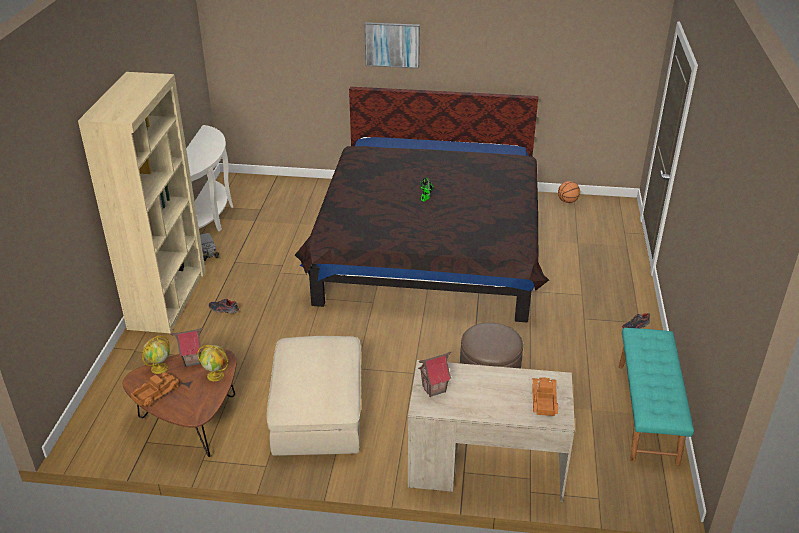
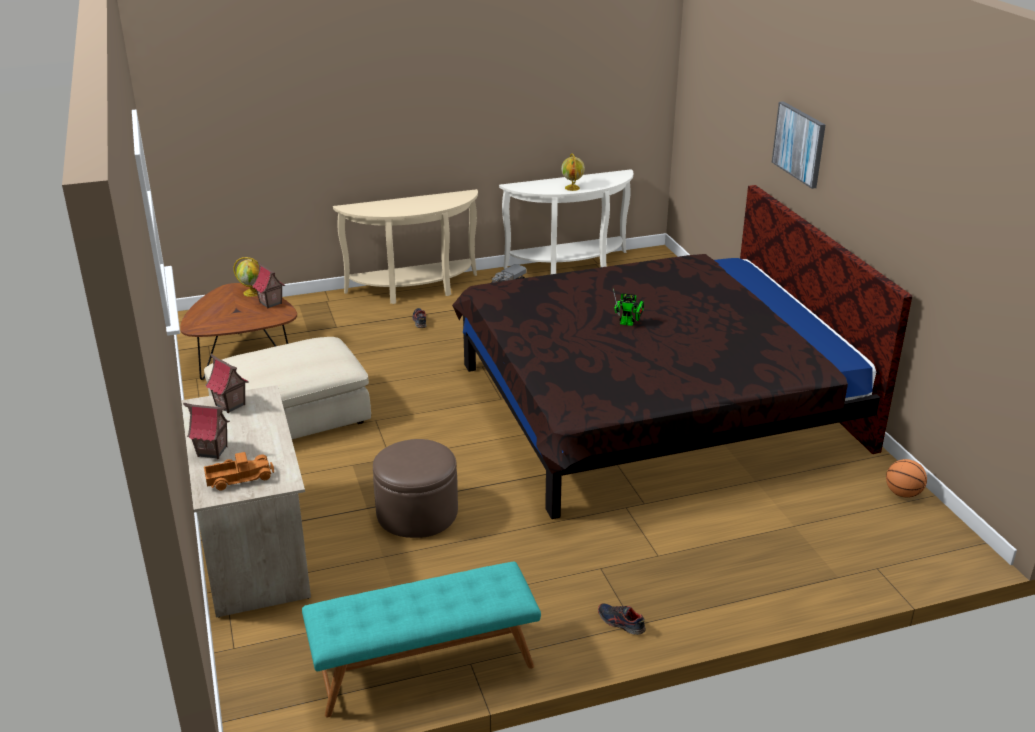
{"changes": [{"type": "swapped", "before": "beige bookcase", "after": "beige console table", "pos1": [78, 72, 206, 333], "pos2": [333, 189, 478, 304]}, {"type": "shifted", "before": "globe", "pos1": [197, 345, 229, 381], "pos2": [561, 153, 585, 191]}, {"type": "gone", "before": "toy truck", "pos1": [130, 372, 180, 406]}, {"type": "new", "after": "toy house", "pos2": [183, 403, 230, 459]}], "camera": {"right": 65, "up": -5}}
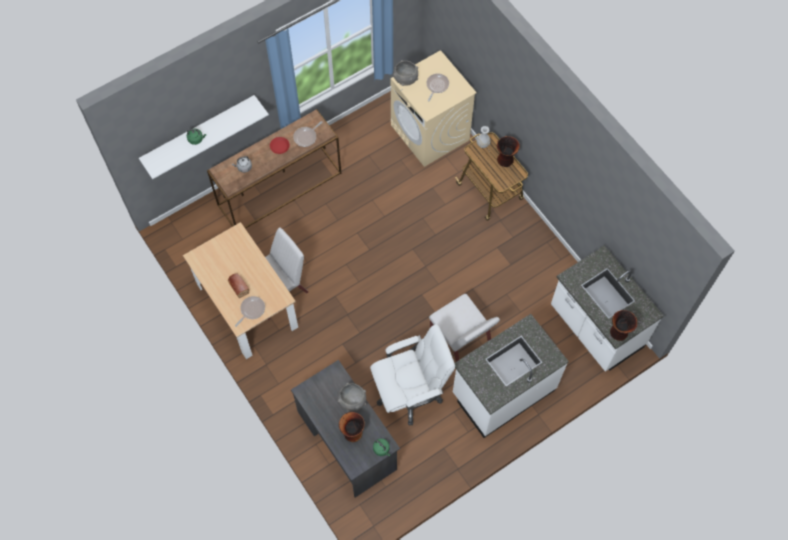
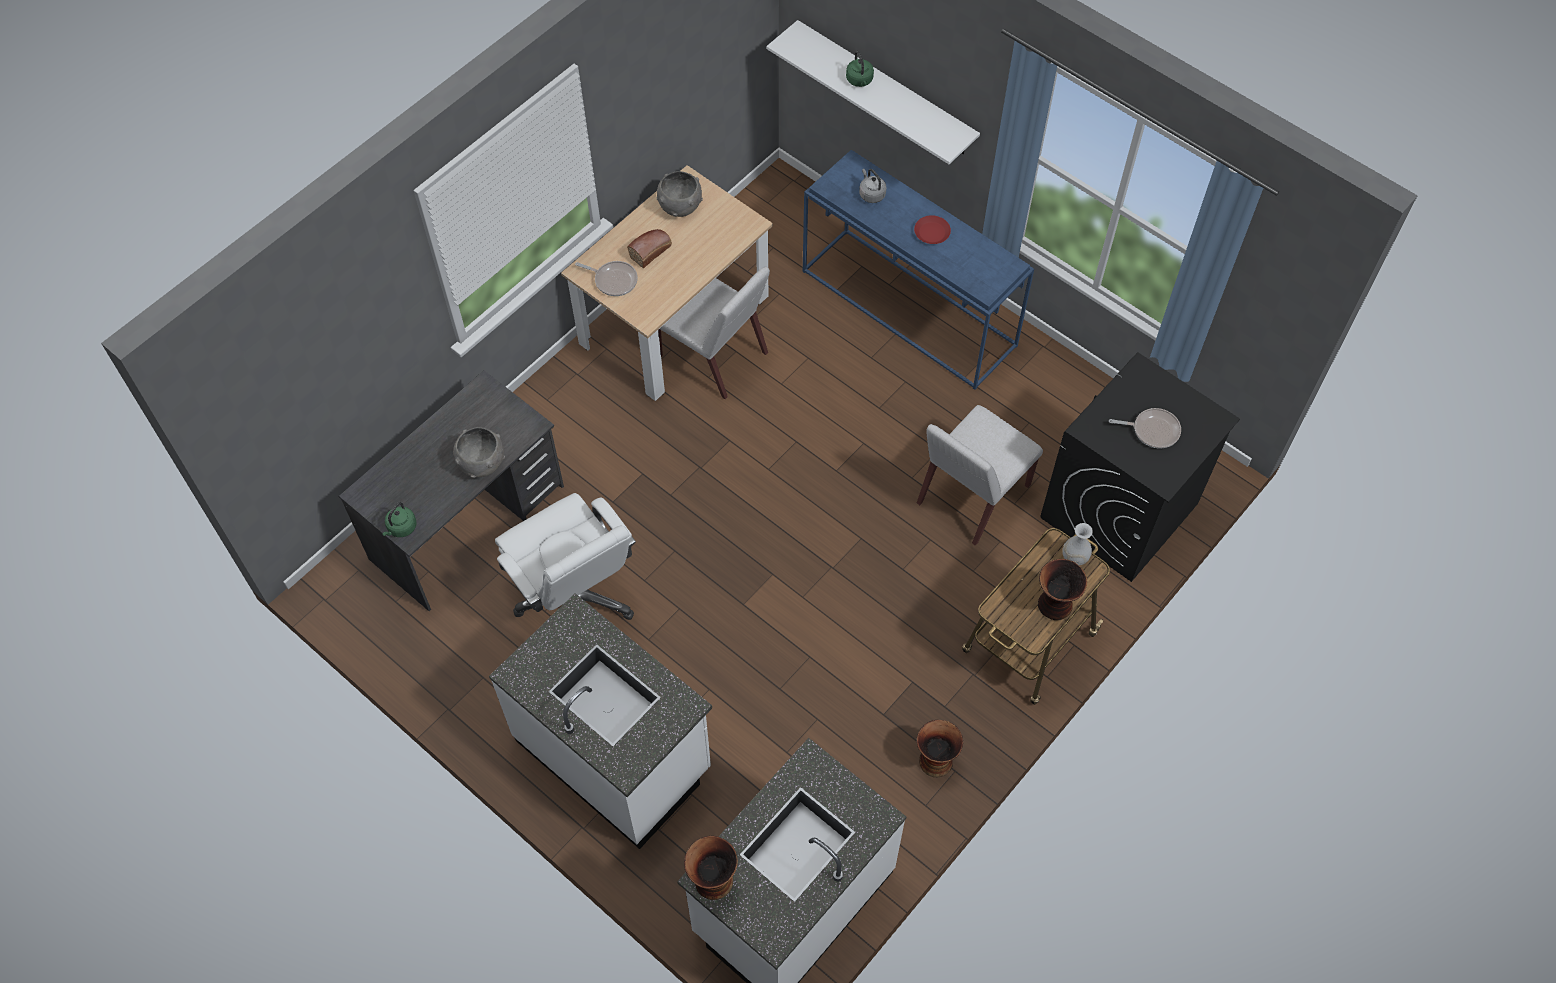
{"changes": [{"type": "repainted", "before": "beige washing machine", "after": "black washing machine", "pos1": [391, 50, 477, 167], "pos2": [1040, 352, 1240, 582]}, {"type": "shifted", "before": "grey bowl", "pos1": [393, 61, 418, 86], "pos2": [657, 171, 703, 217]}, {"type": "repainted", "before": "brown console table", "after": "blue console table", "pos1": [207, 109, 341, 228], "pos2": [803, 150, 1034, 390]}, {"type": "gone", "before": "frying pan", "pos1": [293, 121, 323, 147]}, {"type": "shifted", "before": "white chair", "pos1": [429, 294, 500, 362], "pos2": [917, 405, 1043, 546]}, {"type": "shifted", "before": "vase", "pos1": [339, 412, 365, 442], "pos2": [917, 720, 963, 777]}], "camera": {"right": 75, "up": -5}}
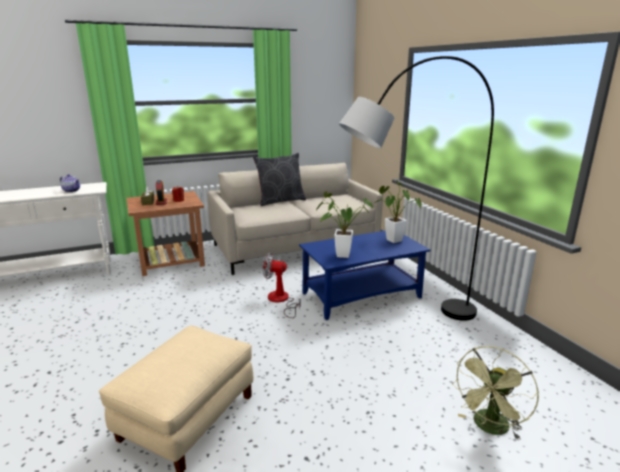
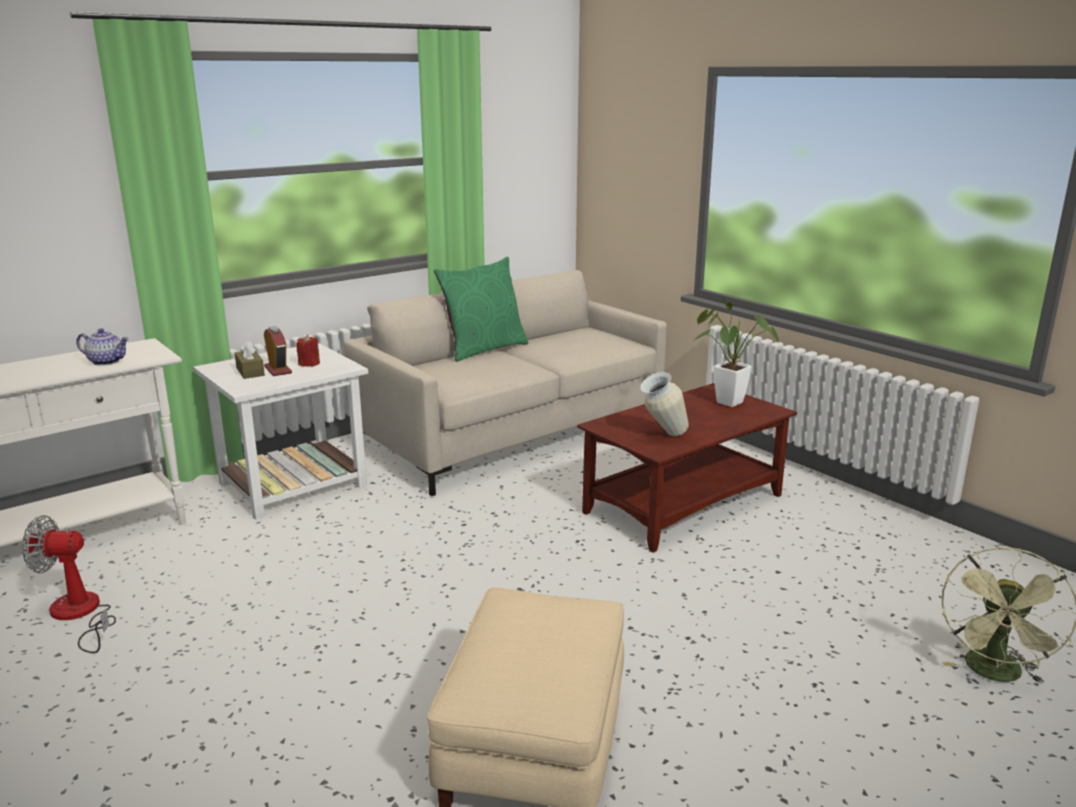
{"changes": [{"type": "gone", "before": "grey floor lamp", "pos1": [339, 56, 494, 321]}, {"type": "repainted", "before": "grey pillow", "after": "green pillow", "pos1": [253, 153, 306, 206], "pos2": [434, 257, 528, 362]}, {"type": "repainted", "before": "brown side table", "after": "white side table", "pos1": [126, 191, 205, 276], "pos2": [193, 343, 368, 520]}, {"type": "swapped", "before": "potted plant", "after": "vase", "pos1": [316, 191, 373, 258], "pos2": [640, 372, 689, 436]}, {"type": "repainted", "before": "blue coffee table", "after": "brown coffee table", "pos1": [299, 231, 431, 320], "pos2": [577, 383, 797, 553]}, {"type": "shifted", "before": "fan", "pos1": [262, 253, 301, 318], "pos2": [22, 515, 116, 653]}], "camera": {"right": -15, "up": 0}}
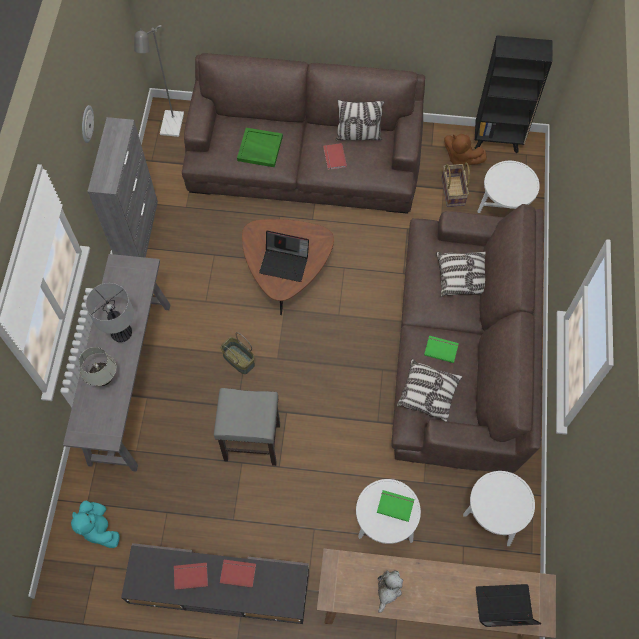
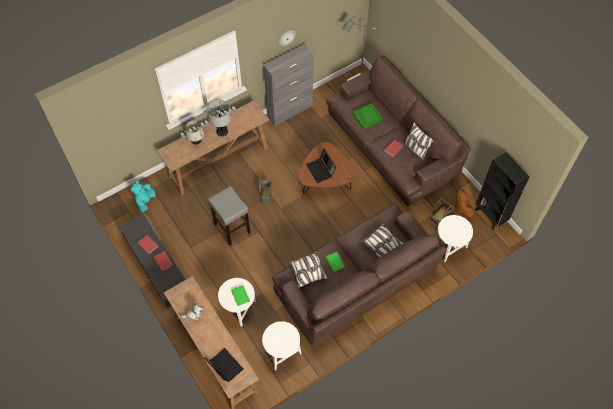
{"changes": [{"type": "repainted", "before": "grey console table", "after": "brown console table", "pos1": [63, 254, 170, 472], "pos2": [157, 100, 269, 196]}], "camera": {"right": 50, "up": -5}}
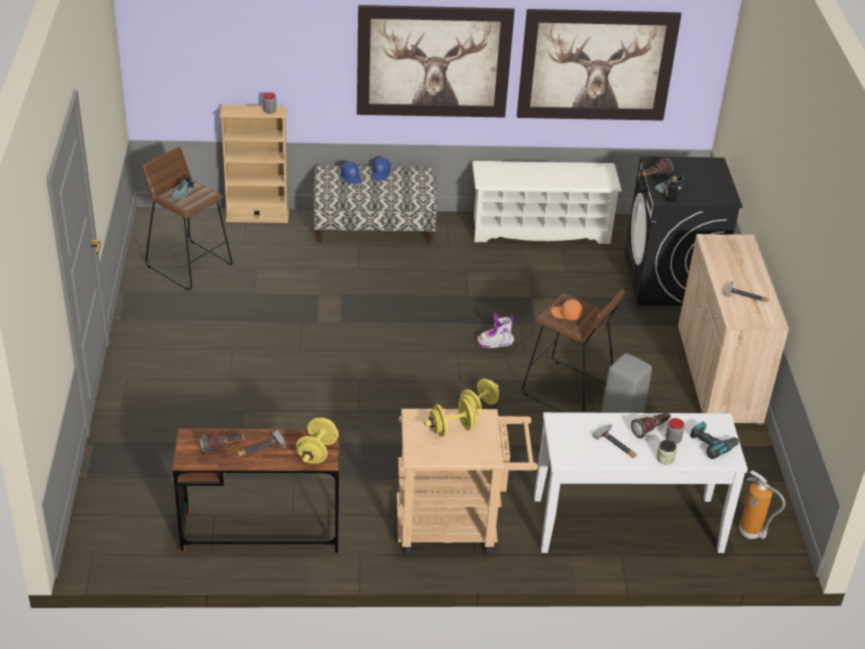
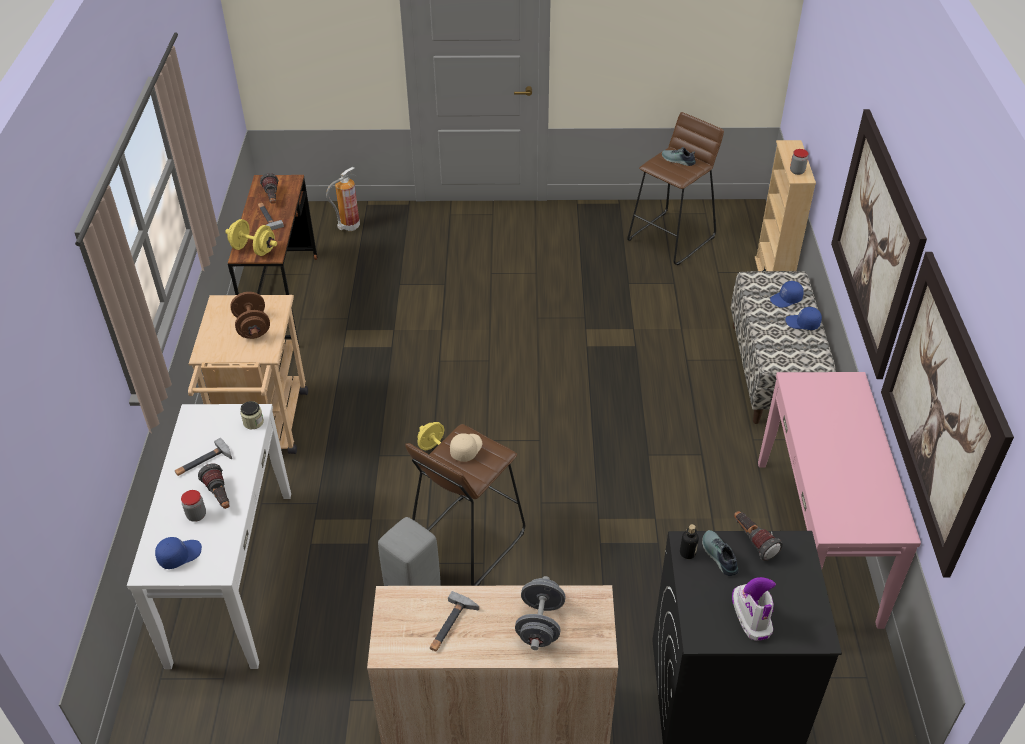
{"changes": [{"type": "swapped", "before": "white shoe rack", "after": "pink console table", "pos1": [472, 161, 622, 244], "pos2": [758, 372, 921, 629]}, {"type": "repainted", "before": "orange cap", "after": "beige cap", "pos1": [551, 299, 582, 320], "pos2": [450, 433, 482, 462]}, {"type": "shifted", "before": "boot", "pos1": [477, 313, 514, 348], "pos2": [732, 577, 776, 641]}, {"type": "repainted", "before": "yellow dumbbell", "after": "brown dumbbell", "pos1": [424, 398, 482, 437], "pos2": [230, 292, 270, 339]}, {"type": "swapped", "before": "power drill", "after": "blue cap", "pos1": [690, 422, 740, 459], "pos2": [155, 537, 202, 569]}, {"type": "shifted", "before": "jar", "pos1": [656, 440, 677, 465], "pos2": [240, 401, 264, 429]}, {"type": "shifted", "before": "fire extinguisher", "pos1": [739, 470, 785, 539], "pos2": [326, 167, 360, 231]}, {"type": "new", "after": "grey dumbbell", "pos2": [515, 576, 565, 650]}], "camera": {"right": 95, "up": 5}}
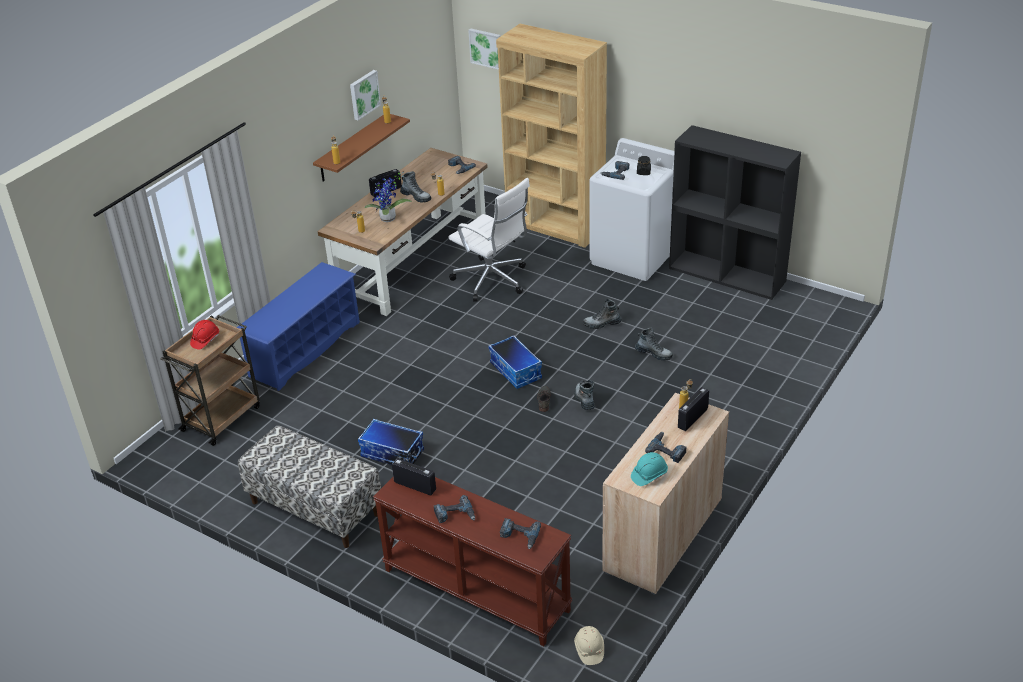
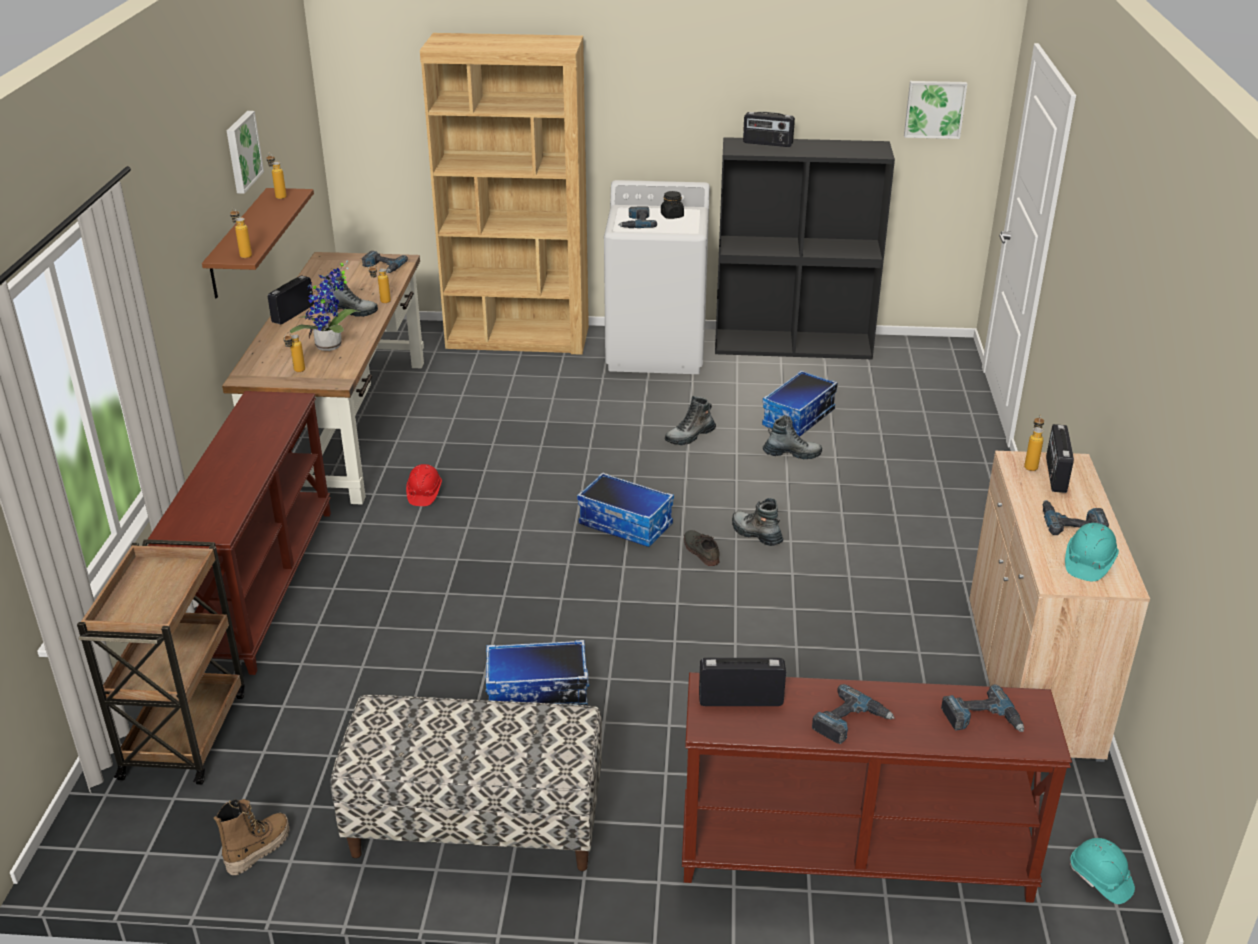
{"changes": [{"type": "shifted", "before": "picture", "pos1": [468, 29, 501, 70], "pos2": [904, 81, 967, 139]}, {"type": "gone", "before": "white office chair", "pos1": [448, 178, 530, 301]}, {"type": "swapped", "before": "blue shoe rack", "after": "brown console table", "pos1": [237, 262, 360, 391], "pos2": [148, 391, 331, 675]}, {"type": "shifted", "before": "red hard hat", "pos1": [190, 320, 219, 350], "pos2": [406, 464, 442, 506]}, {"type": "repainted", "before": "beige hard hat", "after": "turquoise hard hat", "pos1": [574, 626, 604, 665], "pos2": [1070, 838, 1135, 904]}, {"type": "new", "after": "radio", "pos2": [743, 112, 795, 147]}, {"type": "new", "after": "storage box", "pos2": [762, 371, 838, 437]}, {"type": "new", "after": "boot", "pos2": [214, 799, 290, 875]}], "camera": {"right": -30, "up": -5}}
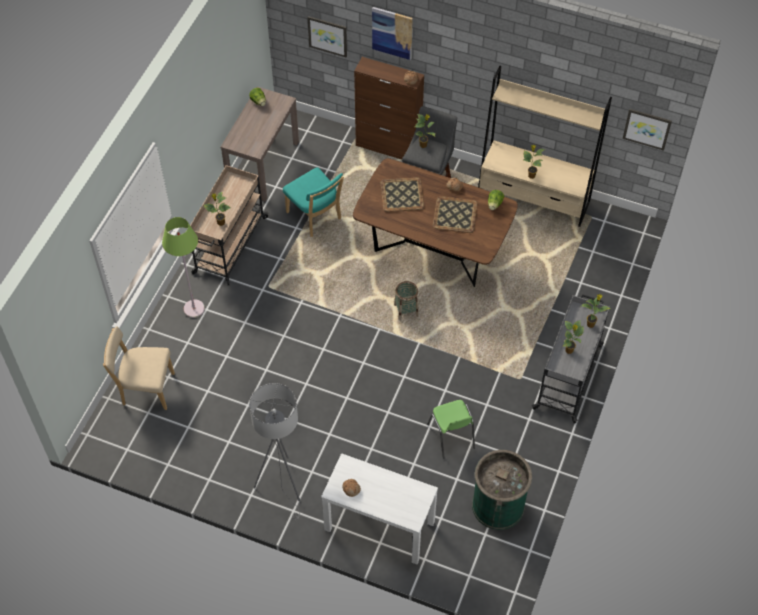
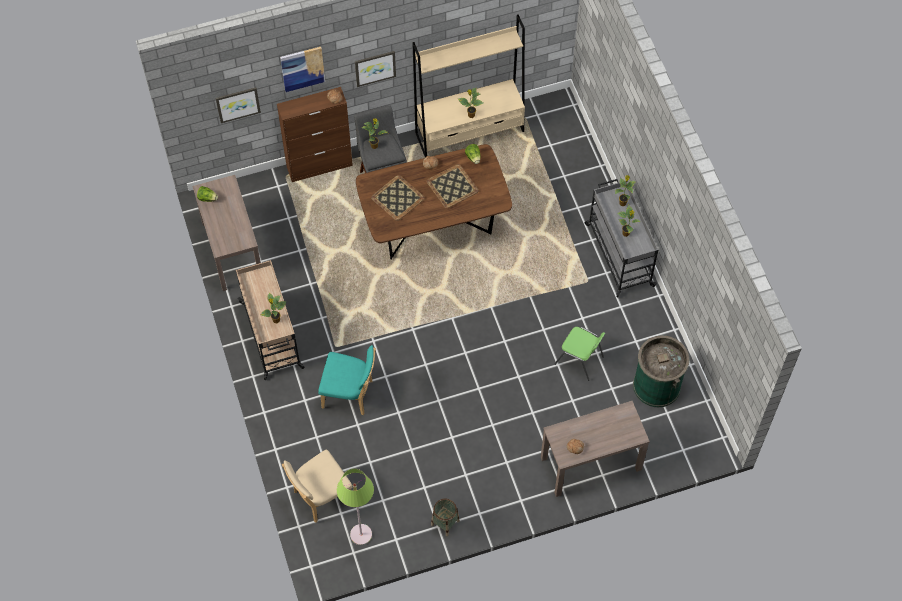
{"changes": [{"type": "shifted", "before": "picture", "pos1": [622, 109, 672, 151], "pos2": [355, 51, 396, 87]}, {"type": "shifted", "before": "turquoise chair", "pos1": [283, 167, 344, 237], "pos2": [318, 345, 376, 415]}, {"type": "shifted", "before": "green floor lamp", "pos1": [162, 217, 205, 318], "pos2": [337, 469, 374, 545]}, {"type": "shifted", "before": "basket", "pos1": [394, 281, 419, 320], "pos2": [431, 499, 460, 537]}, {"type": "gone", "before": "grey floor lamp", "pos1": [249, 383, 300, 520]}, {"type": "repainted", "before": "white console table", "after": "brown console table", "pos1": [321, 453, 438, 564], "pos2": [541, 401, 650, 497]}], "camera": {"right": -40, "up": 5}}
